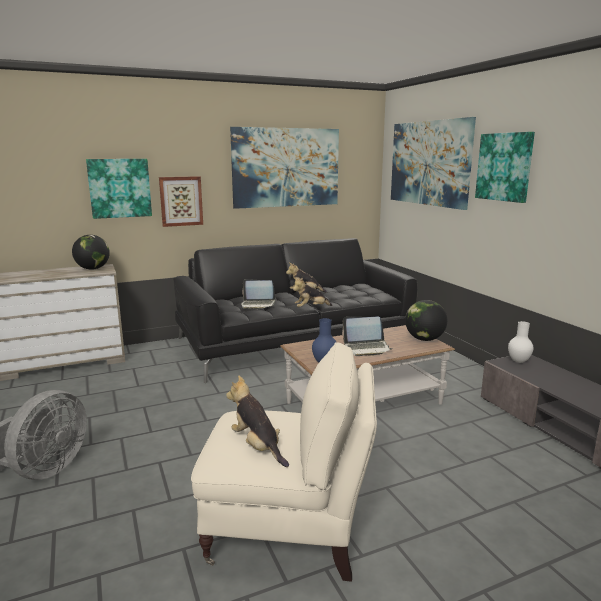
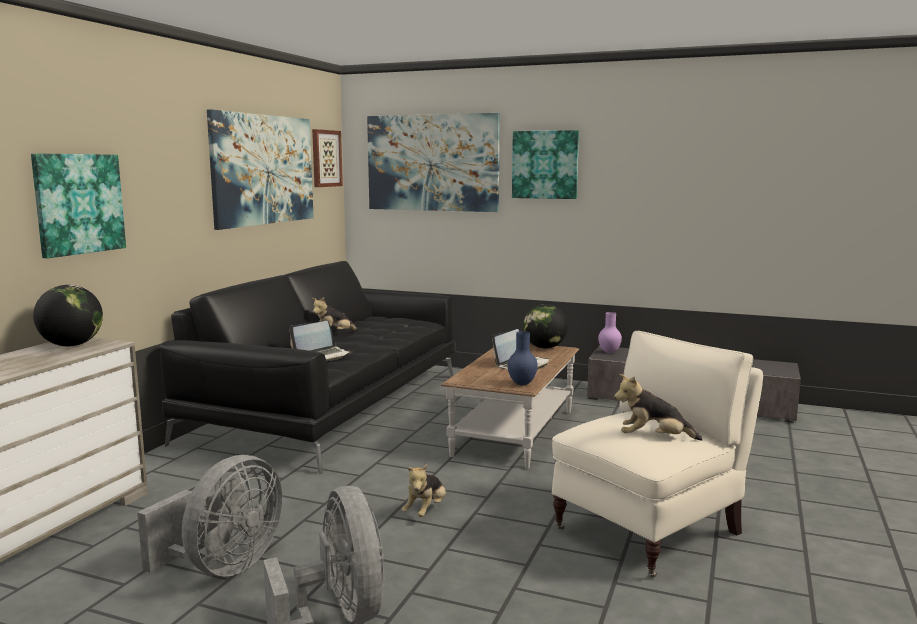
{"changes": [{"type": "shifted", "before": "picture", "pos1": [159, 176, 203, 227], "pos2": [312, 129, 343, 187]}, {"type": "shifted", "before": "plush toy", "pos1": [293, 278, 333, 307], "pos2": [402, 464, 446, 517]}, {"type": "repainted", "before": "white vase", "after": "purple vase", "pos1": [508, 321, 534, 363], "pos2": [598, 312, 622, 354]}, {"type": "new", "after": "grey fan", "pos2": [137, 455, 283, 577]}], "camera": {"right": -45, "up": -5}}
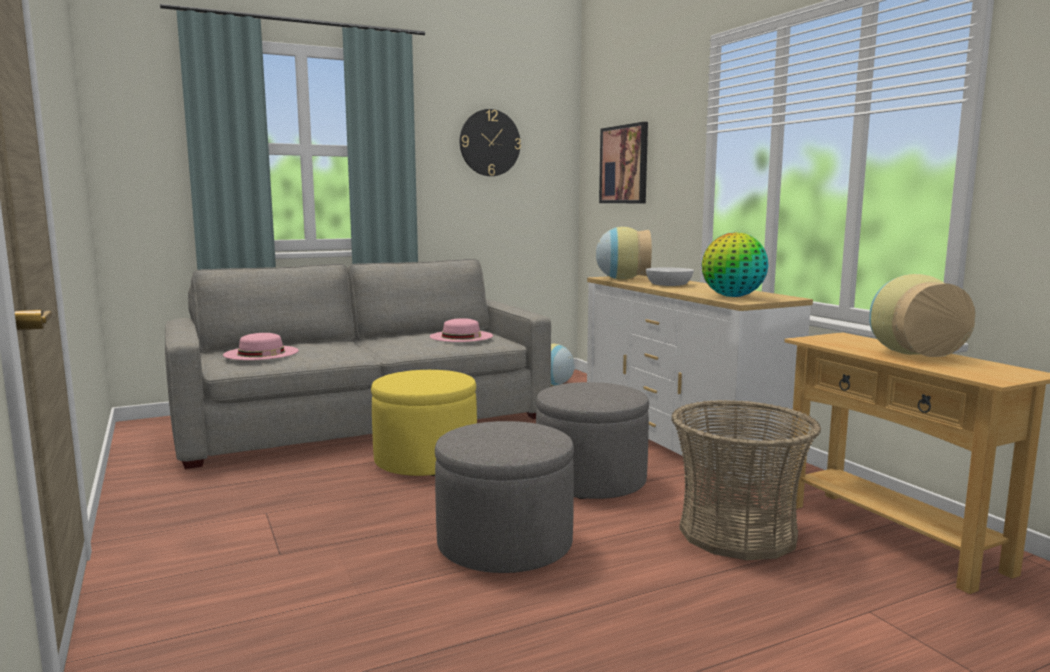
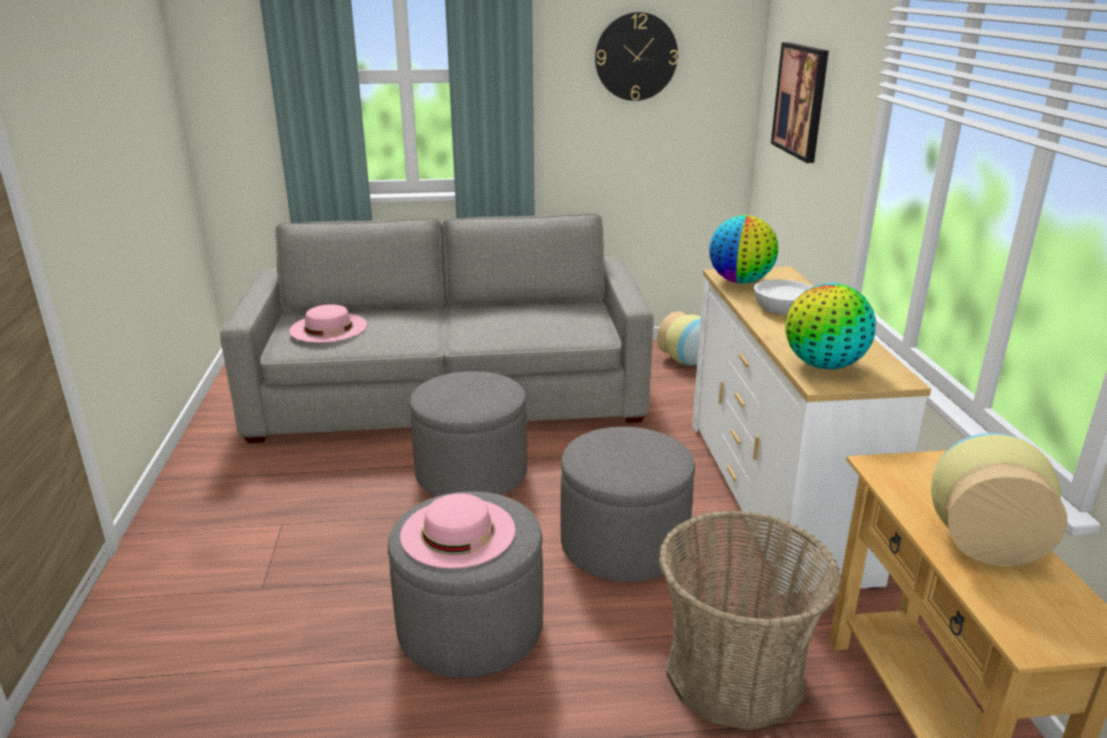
{"changes": [{"type": "swapped", "before": "vase", "after": "globe", "pos1": [596, 227, 652, 280], "pos2": [709, 215, 778, 284]}, {"type": "shifted", "before": "pink hat", "pos1": [430, 318, 493, 342], "pos2": [400, 493, 515, 568]}, {"type": "repainted", "before": "yellow ottoman", "after": "grey ottoman", "pos1": [371, 370, 477, 476], "pos2": [410, 371, 527, 497]}], "camera": {"right": 20, "up": 15}}
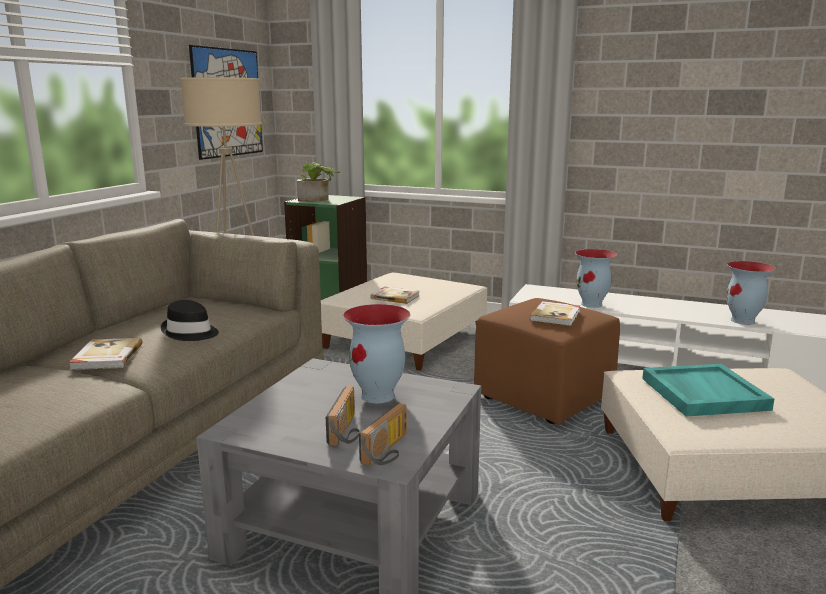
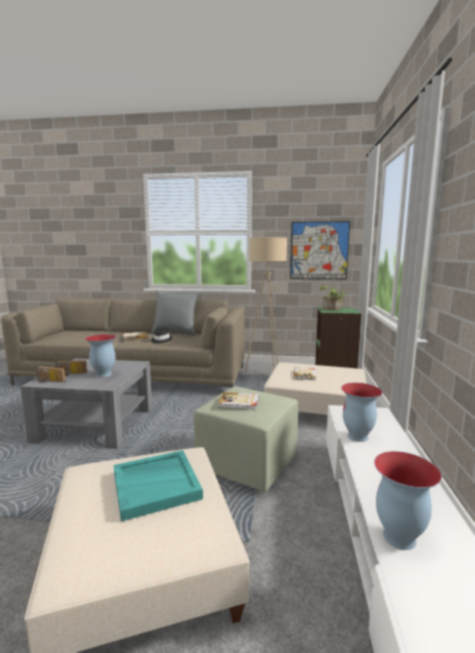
{"changes": [{"type": "repainted", "before": "brown ottoman", "after": "green ottoman", "pos1": [474, 298, 620, 425], "pos2": [193, 387, 298, 492]}, {"type": "new", "after": "grey pillow", "pos2": [151, 290, 199, 336]}], "camera": {"right": 75, "up": -5}}
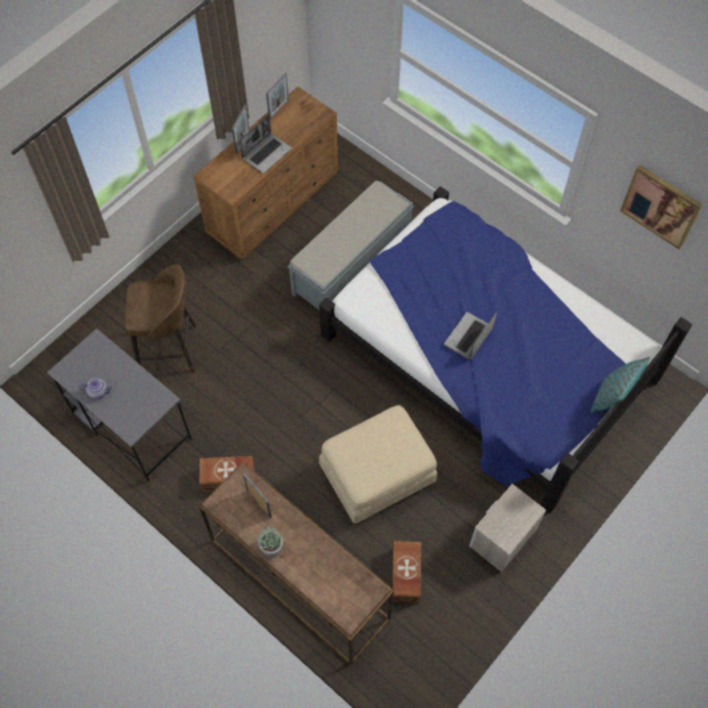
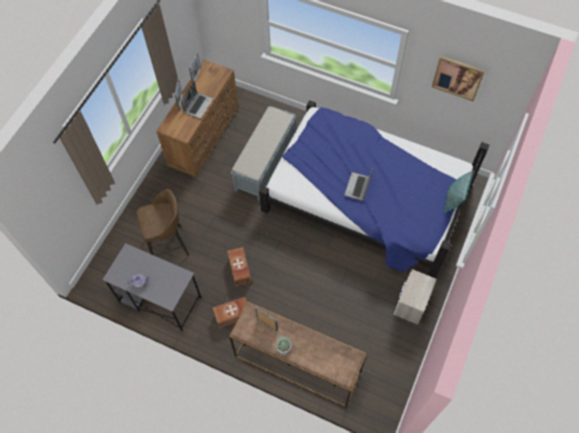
{"changes": [{"type": "gone", "before": "beige ottoman", "pos1": [319, 405, 437, 524]}, {"type": "shifted", "before": "brown storage box", "pos1": [392, 541, 421, 603], "pos2": [227, 247, 251, 286]}], "camera": {"right": -15, "up": 0}}
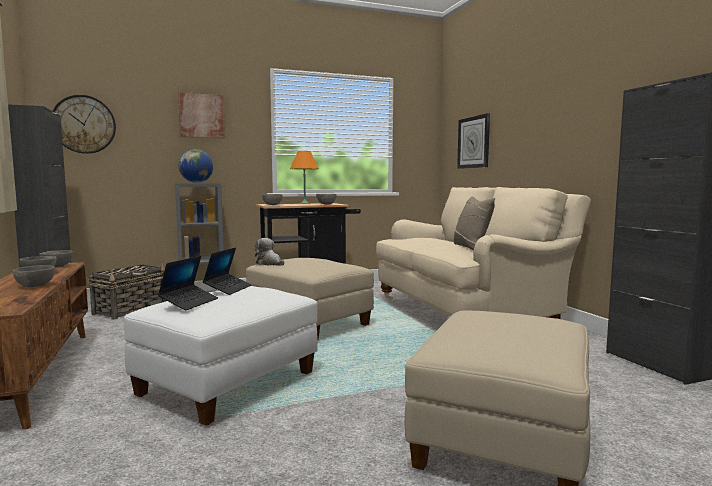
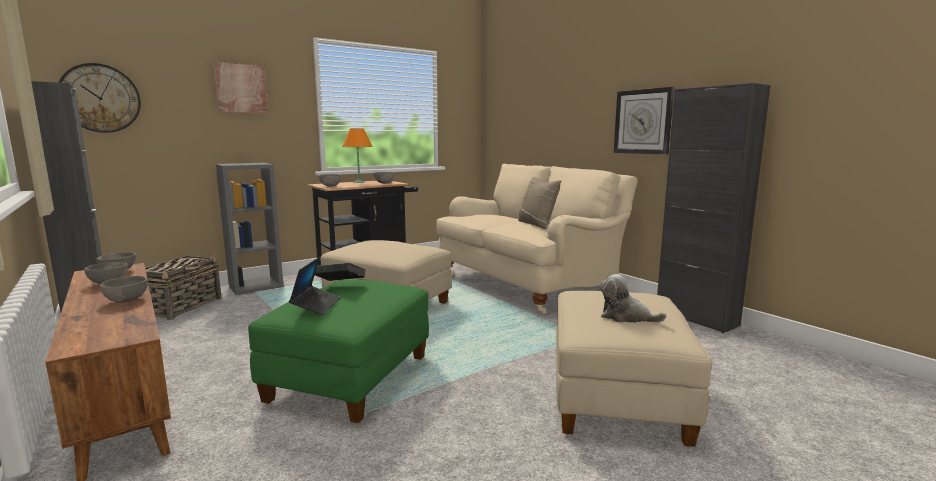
{"changes": [{"type": "shifted", "before": "wall clock", "pos1": [457, 113, 490, 169], "pos2": [614, 87, 674, 155]}, {"type": "gone", "before": "globe", "pos1": [178, 149, 213, 183]}, {"type": "shifted", "before": "plush toy", "pos1": [254, 238, 284, 266], "pos2": [600, 274, 666, 322]}, {"type": "swapped", "before": "laptop", "after": "book", "pos1": [203, 247, 252, 295], "pos2": [315, 263, 366, 281]}, {"type": "repainted", "before": "white ottoman", "after": "green ottoman", "pos1": [124, 286, 318, 426], "pos2": [248, 279, 429, 423]}], "camera": {"right": -15, "up": 5}}
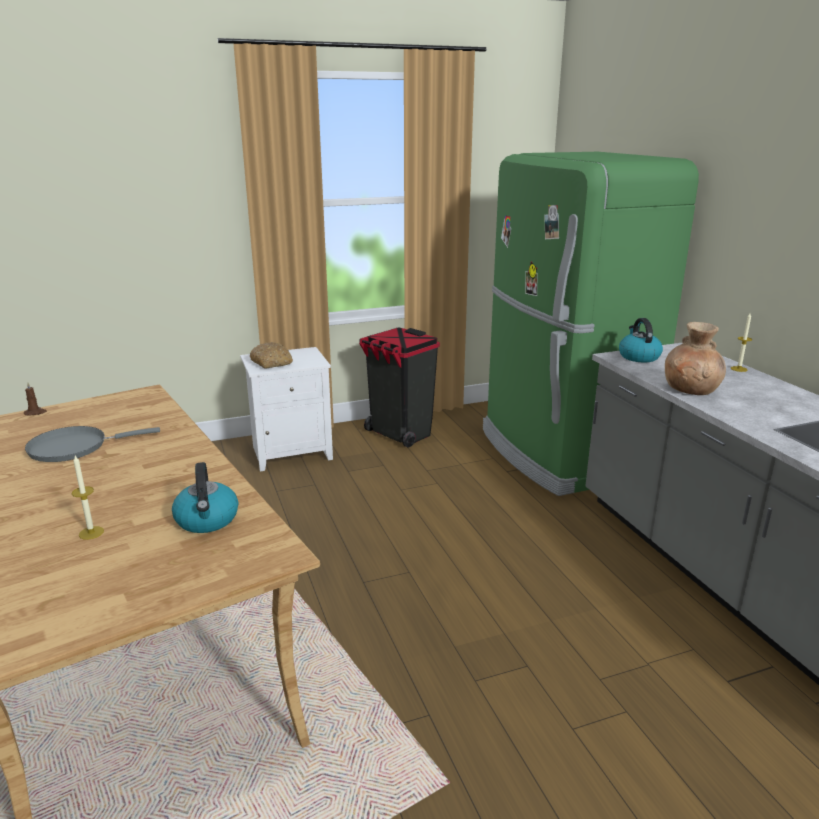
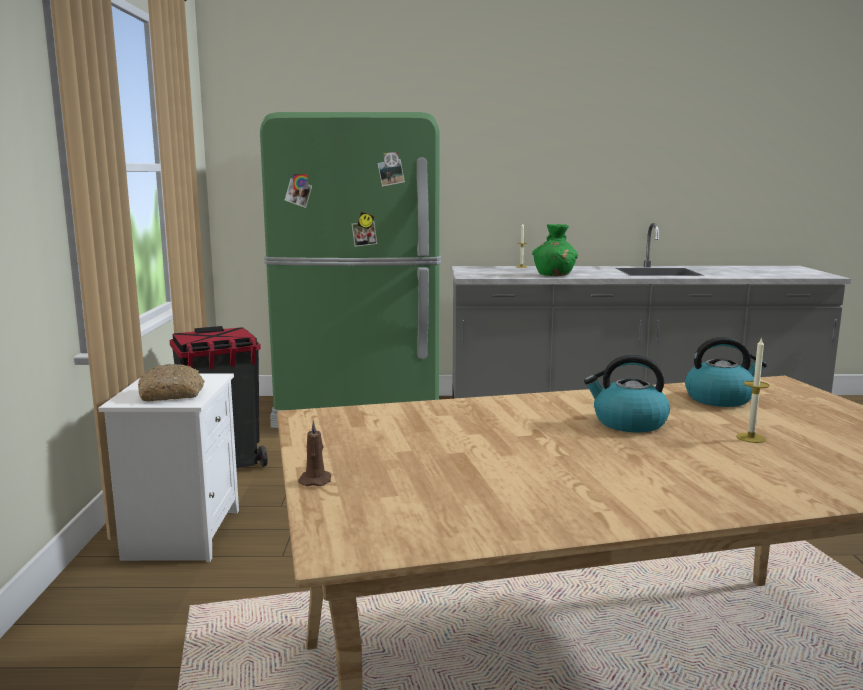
{"changes": [{"type": "shifted", "before": "kettle", "pos1": [619, 318, 663, 362], "pos2": [584, 355, 670, 433]}, {"type": "repainted", "before": "brown vase", "after": "green vase", "pos1": [665, 322, 726, 395], "pos2": [532, 224, 578, 276]}, {"type": "gone", "before": "grey frying pan", "pos1": [25, 426, 160, 462]}], "camera": {"right": -70, "up": -10}}
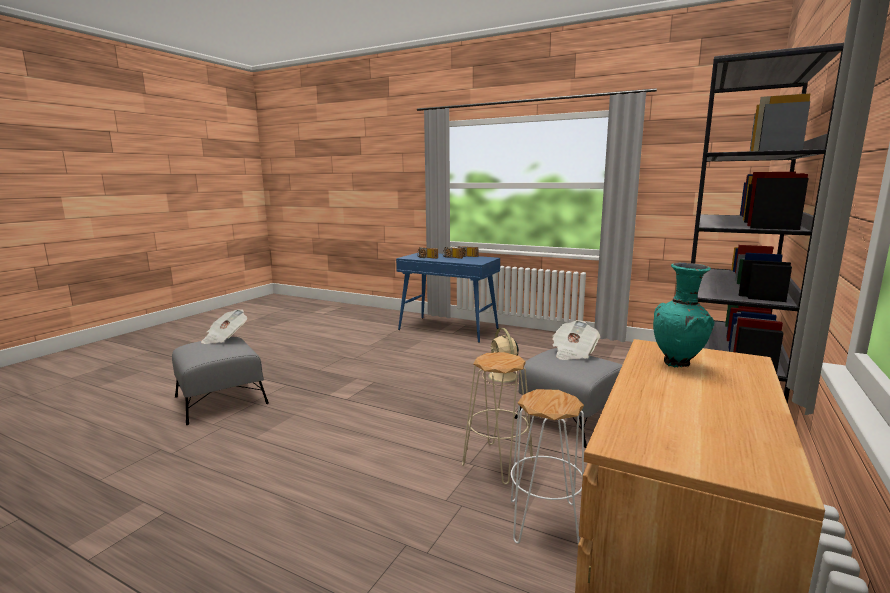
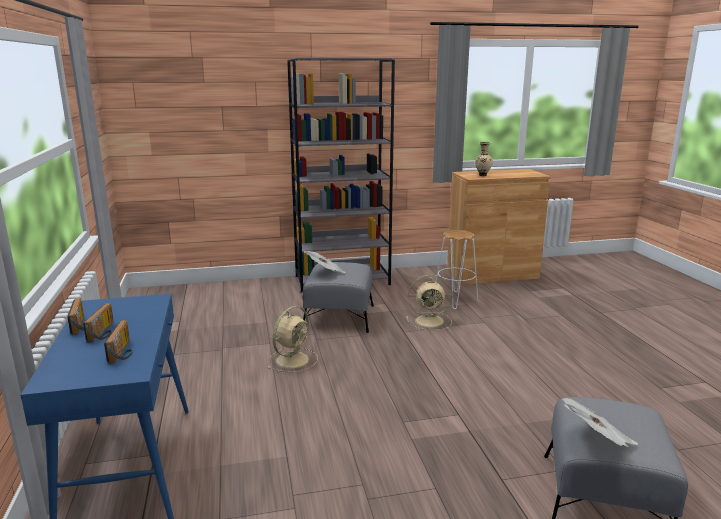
{"changes": [{"type": "repainted", "before": "turquoise vase", "after": "beige vase", "pos1": [653, 263, 714, 368], "pos2": [475, 142, 493, 176]}, {"type": "swapped", "before": "beige stool", "after": "beige fan", "pos1": [462, 352, 533, 485], "pos2": [406, 274, 453, 330]}], "camera": {"right": -130, "up": 5}}
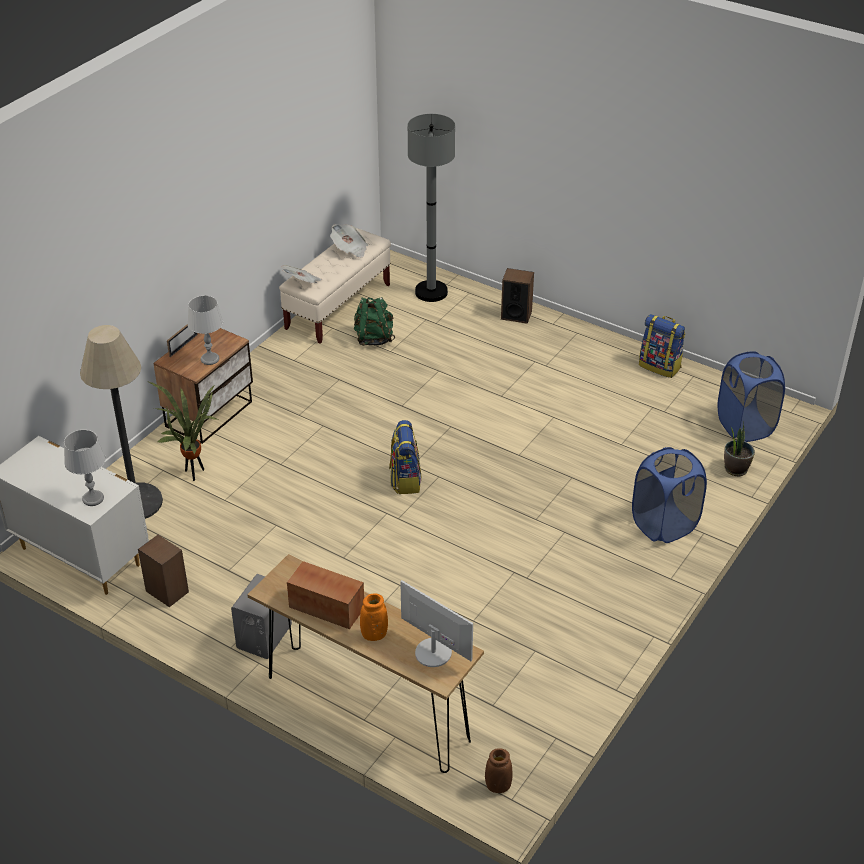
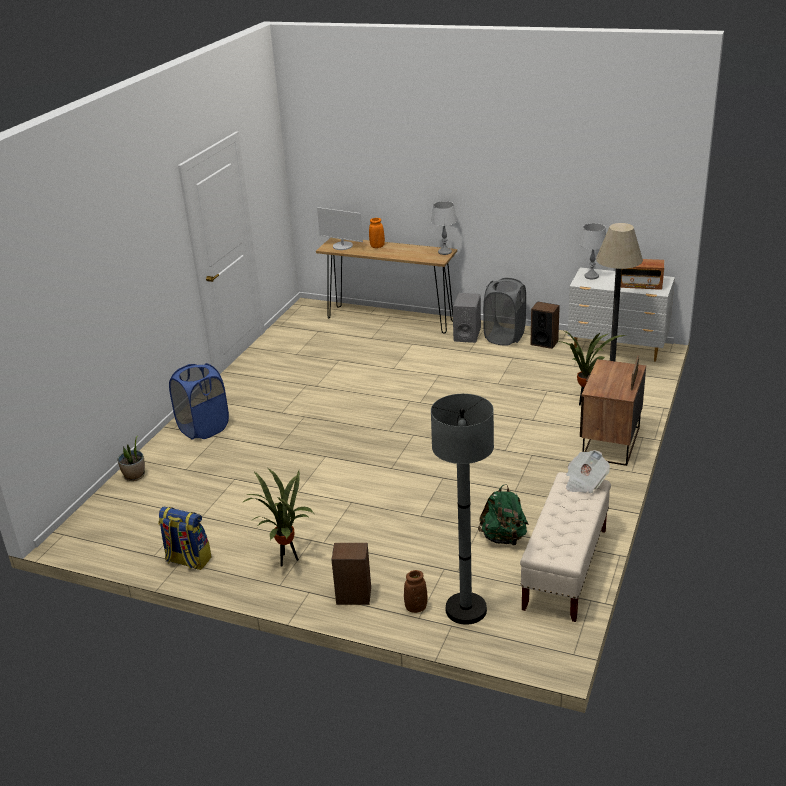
{"changes": [{"type": "gone", "before": "newspaper", "pos1": [330, 224, 368, 258]}, {"type": "shifted", "before": "grey table lamp", "pos1": [188, 296, 223, 365], "pos2": [431, 201, 457, 255]}, {"type": "gone", "before": "blue laundry basket", "pos1": [718, 351, 785, 442]}, {"type": "gone", "before": "backpack", "pos1": [389, 420, 422, 494]}, {"type": "shifted", "before": "radio", "pos1": [287, 561, 364, 629], "pos2": [621, 259, 664, 290]}, {"type": "shifted", "before": "brown vase", "pos1": [485, 748, 513, 793], "pos2": [404, 570, 428, 613]}, {"type": "new", "after": "grey laundry basket", "pos2": [483, 278, 526, 346]}, {"type": "new", "after": "potted plant", "pos2": [242, 468, 315, 567]}], "camera": {"right": 170, "up": -10}}
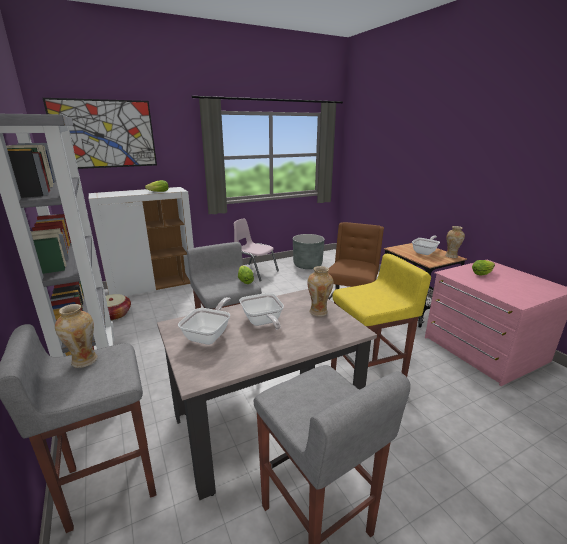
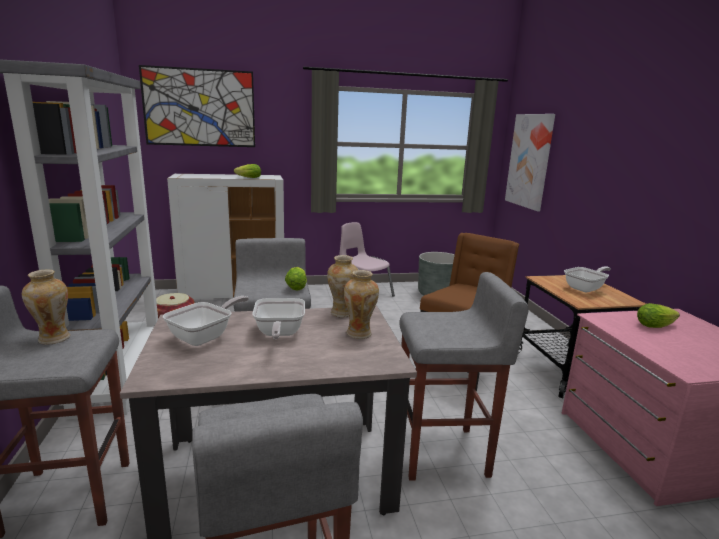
{"changes": [{"type": "shifted", "before": "vase", "pos1": [445, 226, 465, 258], "pos2": [327, 255, 358, 318]}, {"type": "repainted", "before": "yellow stool", "after": "grey stool", "pos1": [331, 254, 431, 377], "pos2": [400, 272, 529, 481]}, {"type": "new", "after": "picture", "pos2": [505, 114, 555, 211]}], "camera": {"right": 15, "up": -5}}
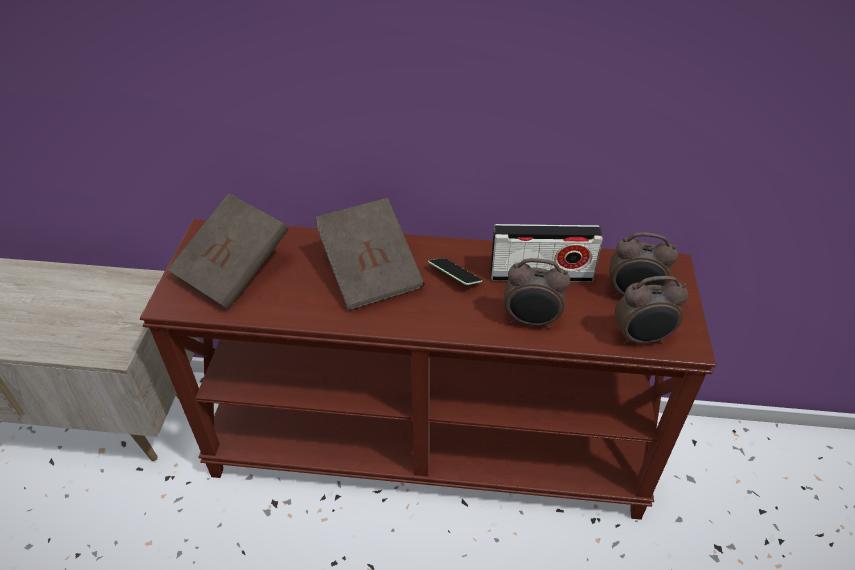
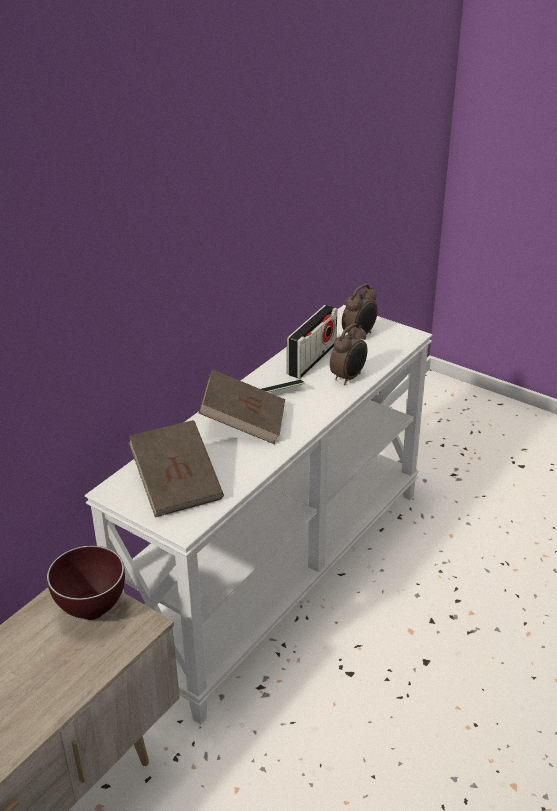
{"changes": [{"type": "repainted", "before": "brown console table", "after": "white console table", "pos1": [140, 219, 716, 520], "pos2": [85, 305, 432, 724]}, {"type": "gone", "before": "alarm clock", "pos1": [615, 276, 688, 345]}, {"type": "new", "after": "brown bowl", "pos2": [47, 546, 125, 620]}], "camera": {"right": -60, "up": -10}}
